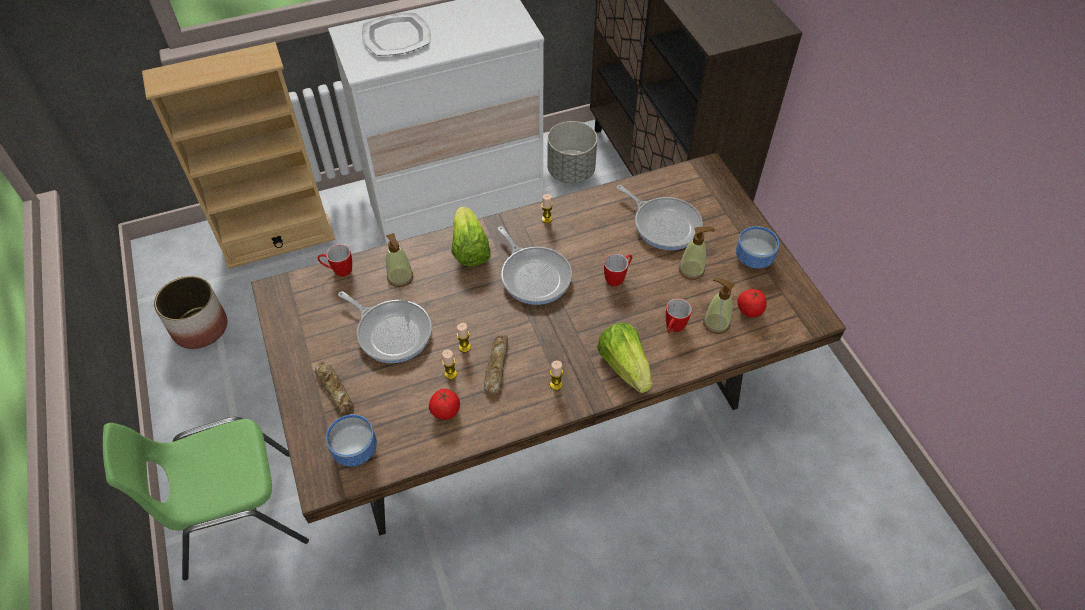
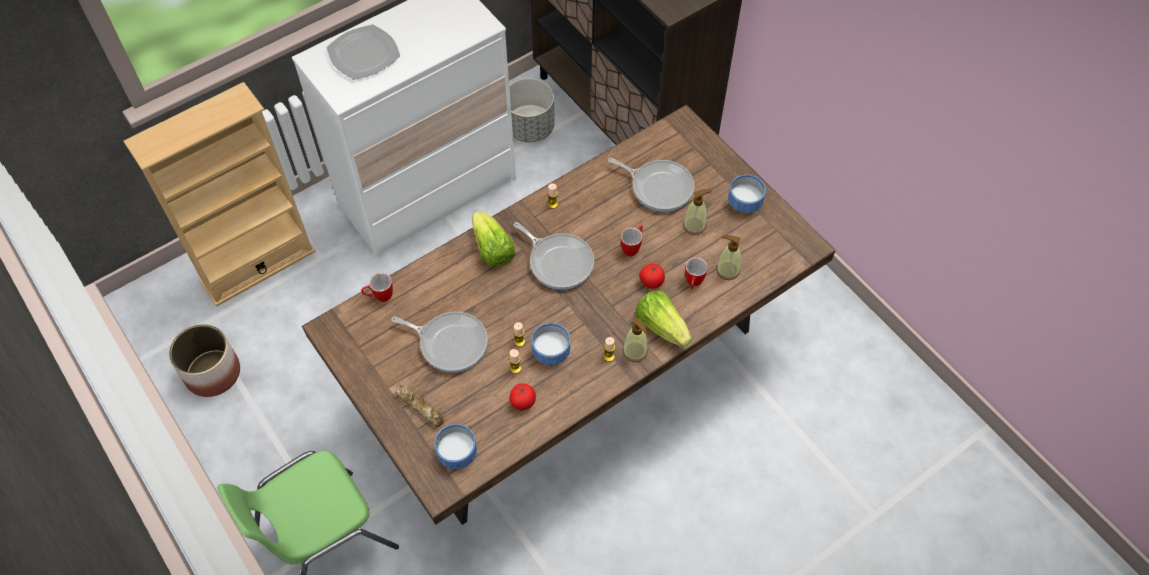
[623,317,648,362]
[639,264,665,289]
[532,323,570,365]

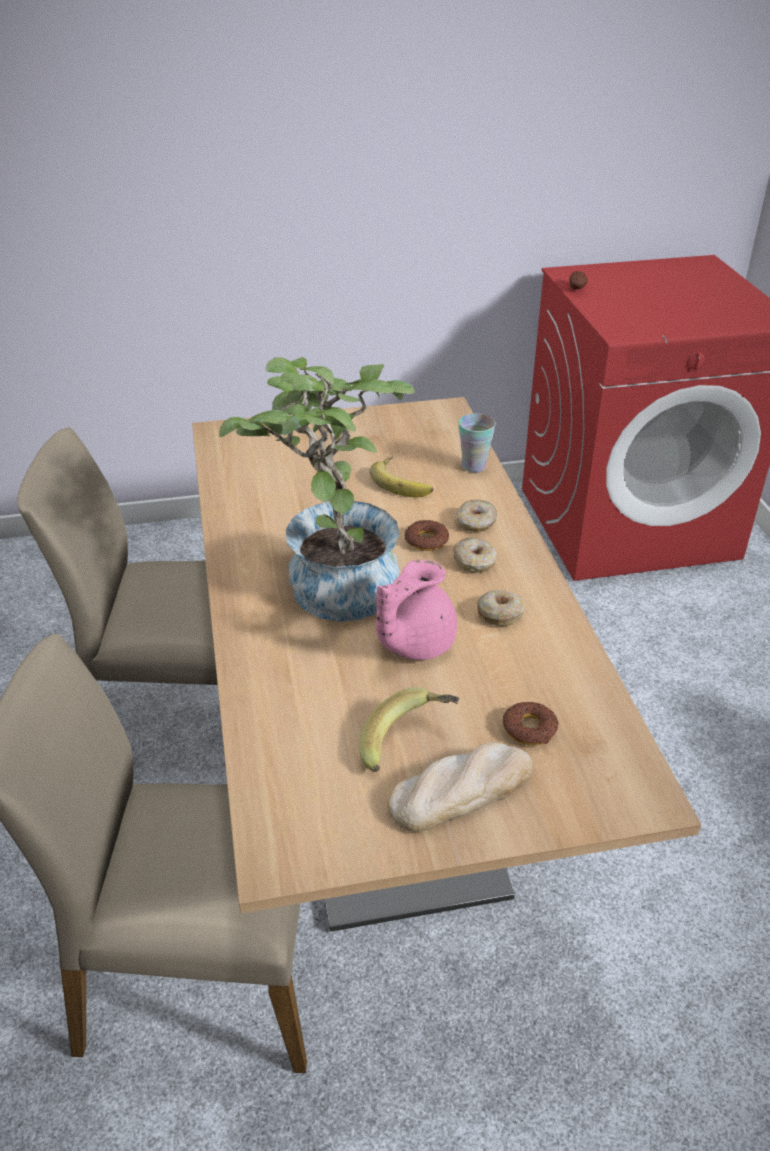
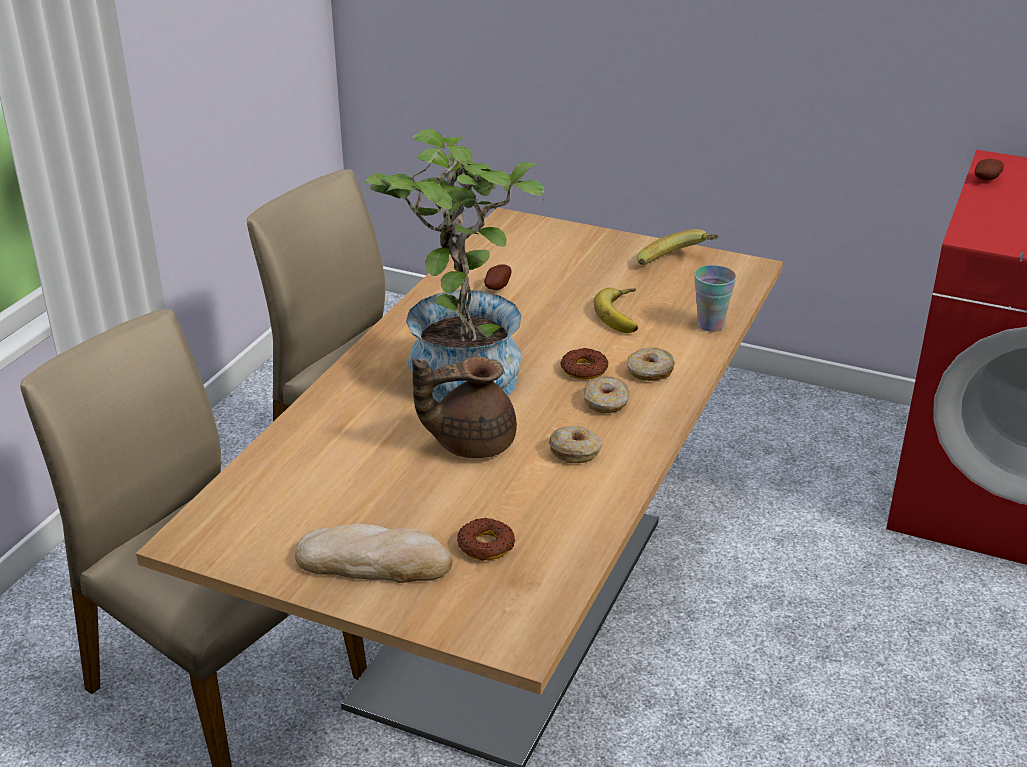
[412,356,517,458]
[637,229,719,265]
[484,264,511,290]

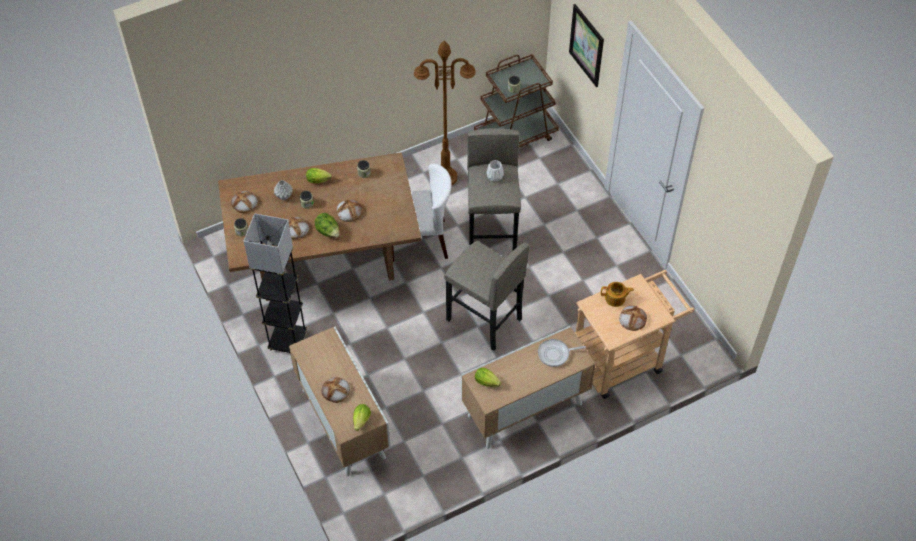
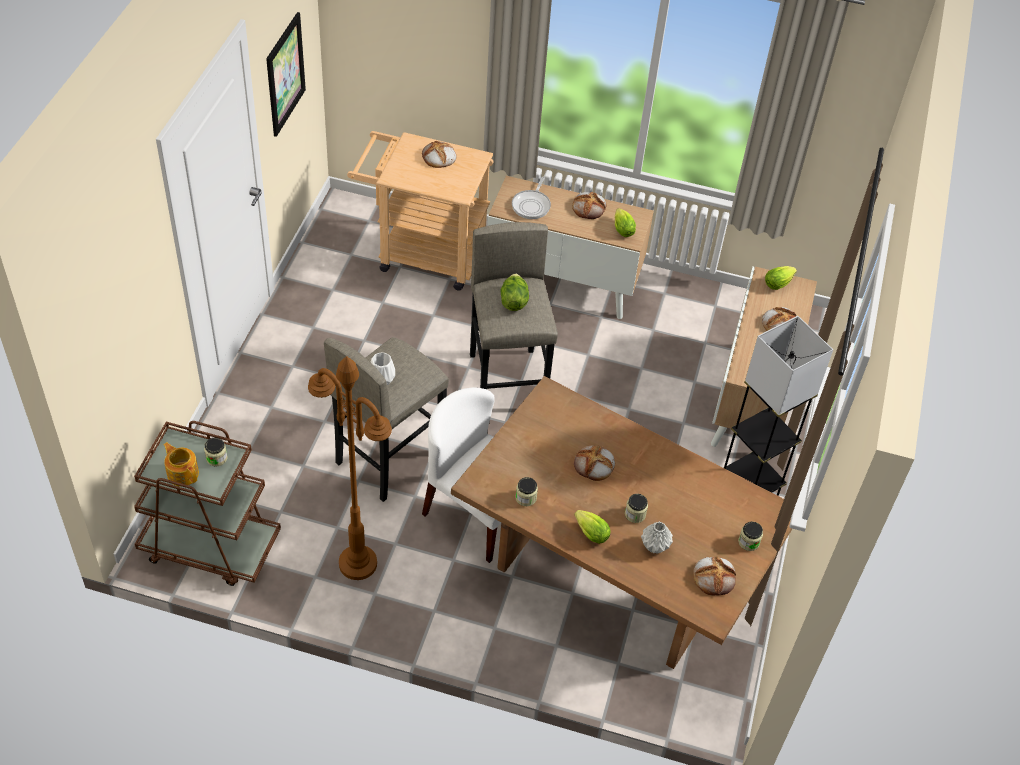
[266,12,306,137]
[500,273,529,311]
[572,192,607,219]
[163,442,199,487]
[512,177,551,219]

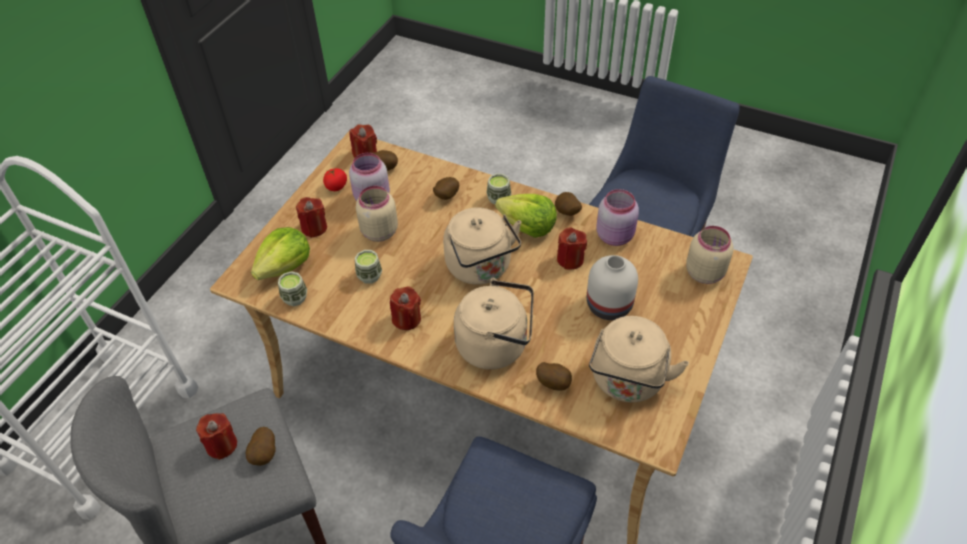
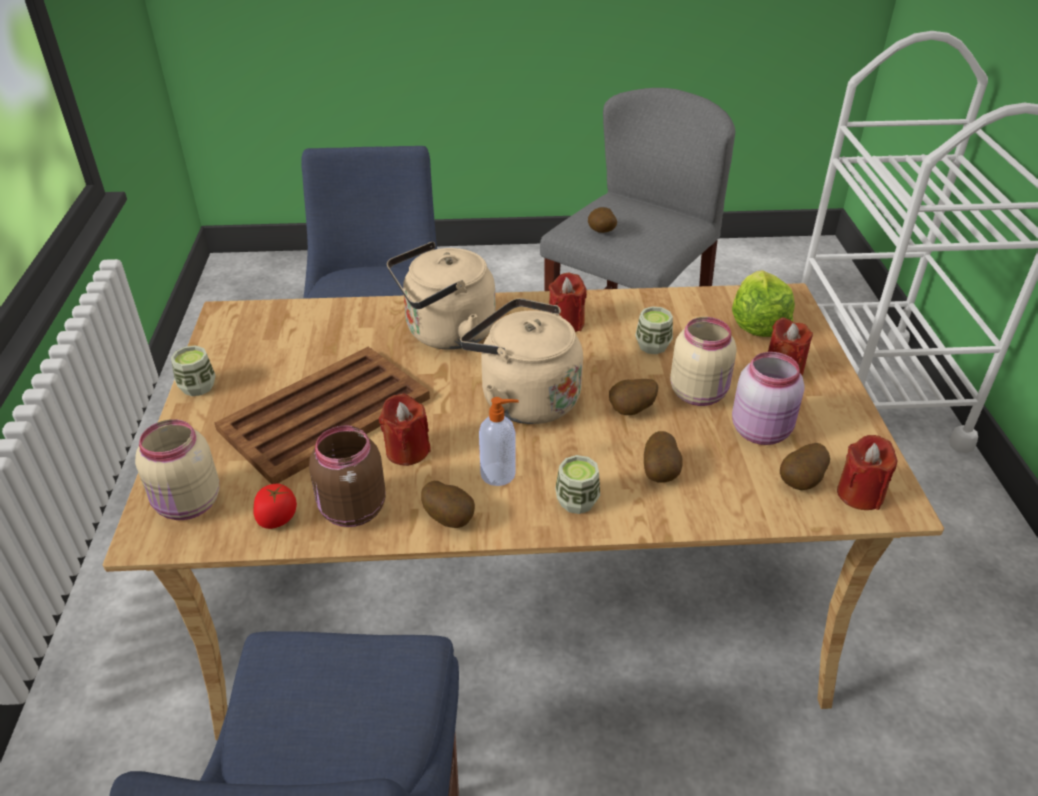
[254,484,297,529]
[309,425,385,527]
[479,397,519,486]
[215,347,430,484]
[171,345,216,396]
[589,316,689,402] (first image)
[609,379,659,415]
[196,414,237,460] (first image)

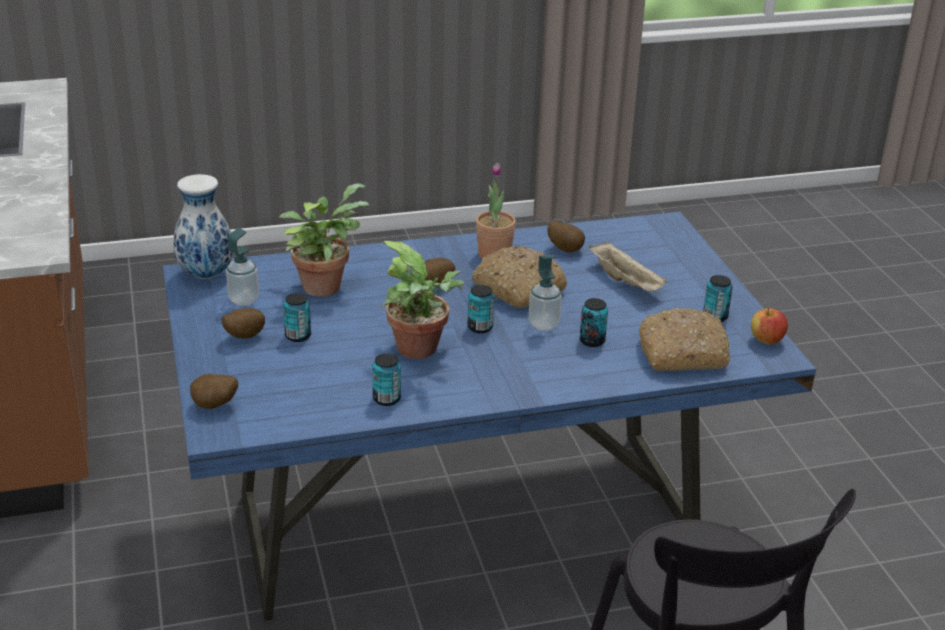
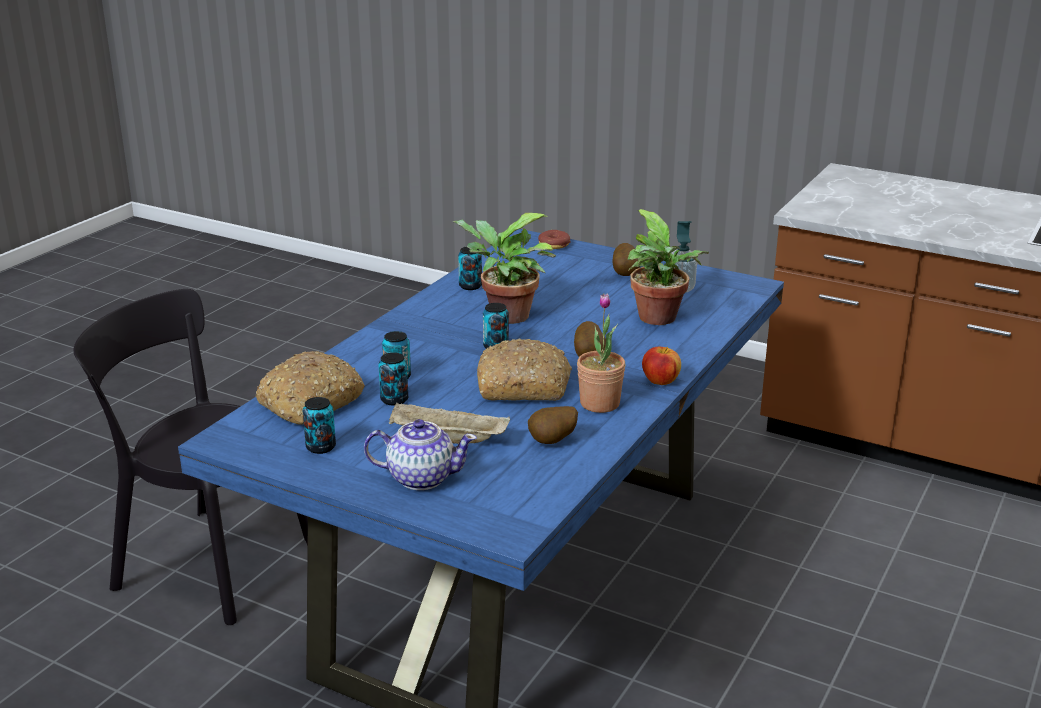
[173,174,233,279] (first image)
[529,255,562,330] (first image)
[378,352,408,406]
[642,347,681,385]
[538,230,571,249]
[364,419,477,490]

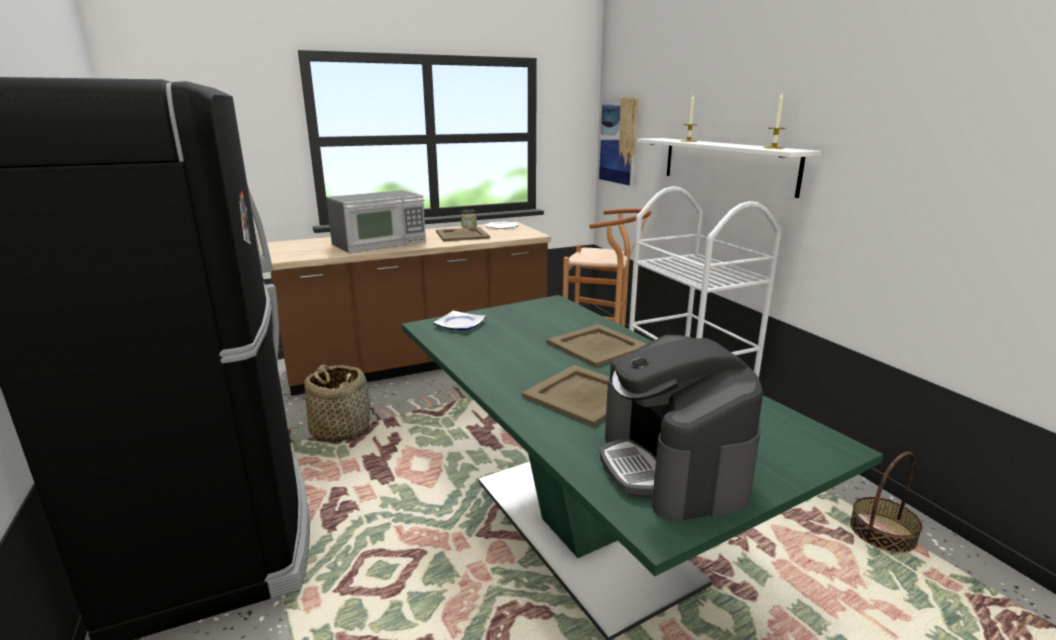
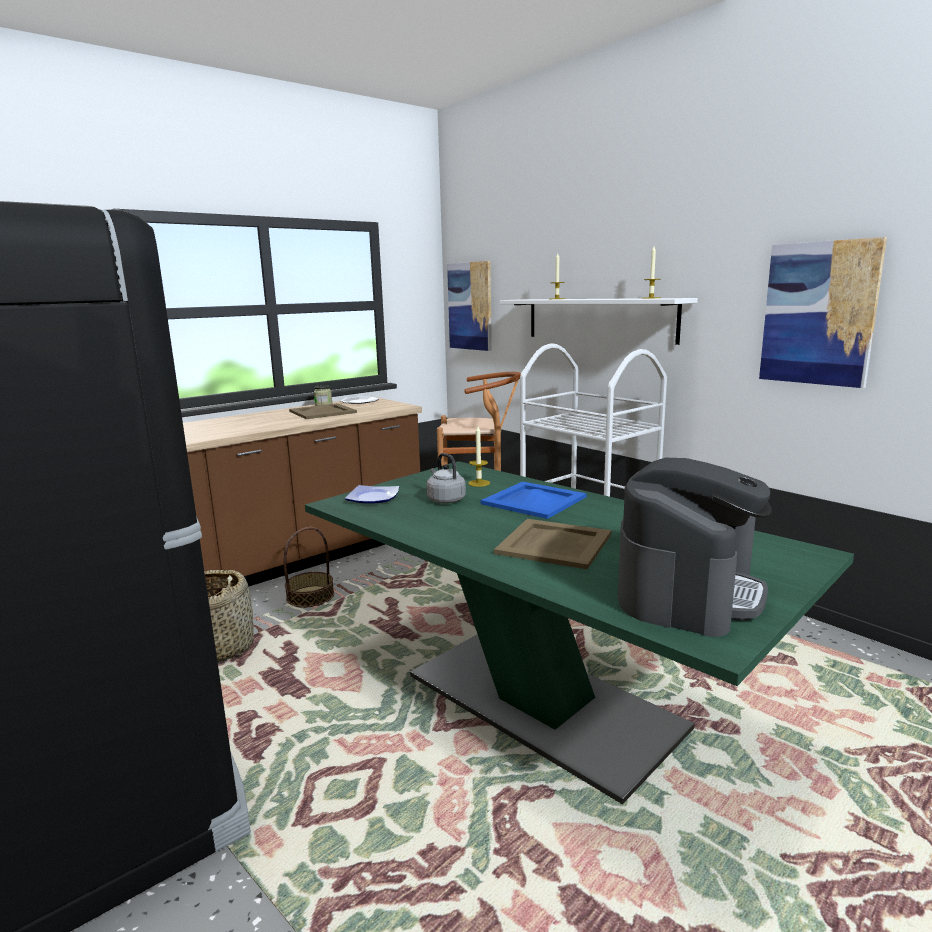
[326,190,426,253] (first image)
[481,481,587,519]
[618,458,772,637]
[284,527,334,608]
[759,237,887,388]
[468,426,490,487]
[427,453,466,504]

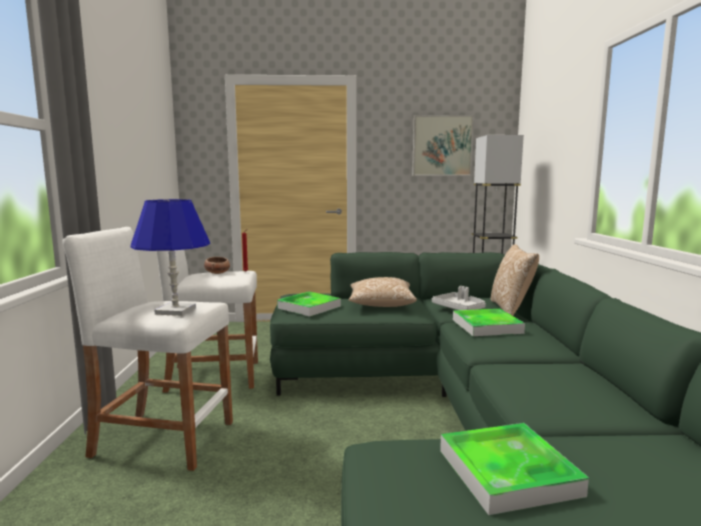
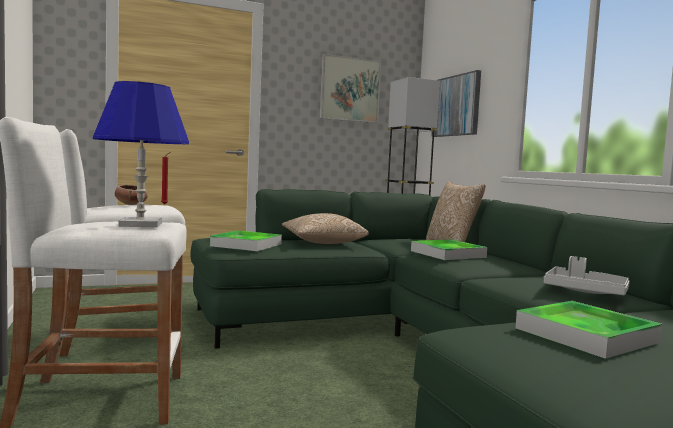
[544,256,630,295]
[431,70,481,137]

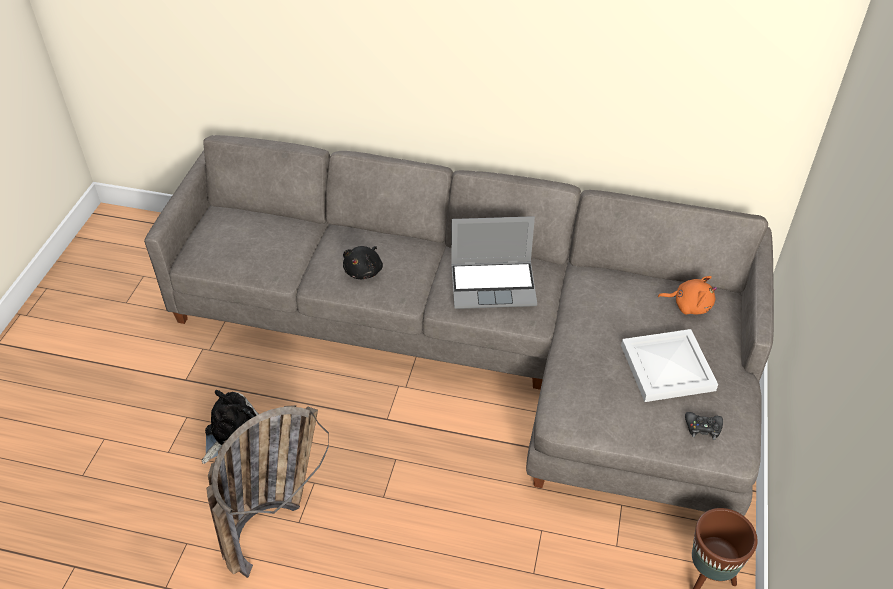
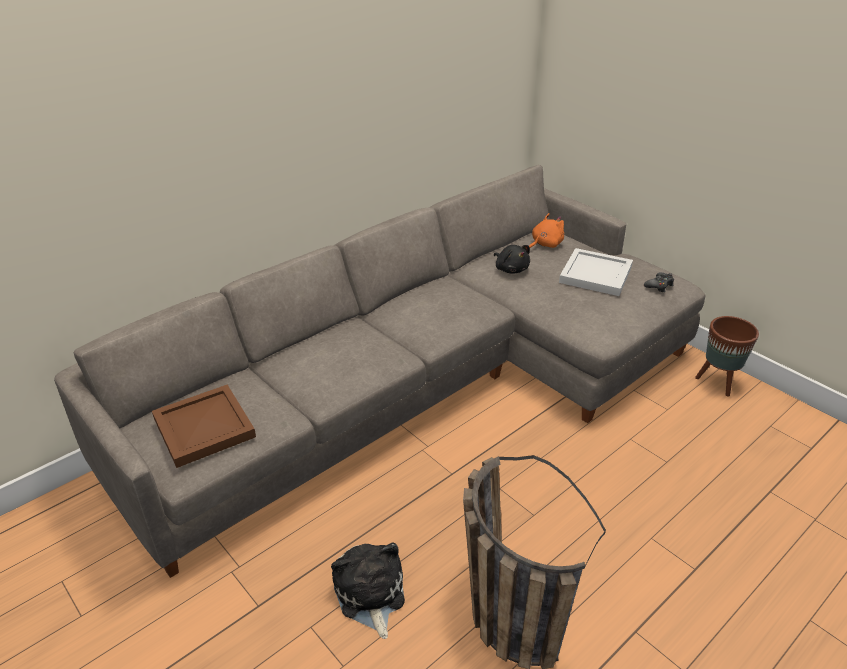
[451,216,537,309] (first image)
[494,245,530,274]
[152,385,256,468]

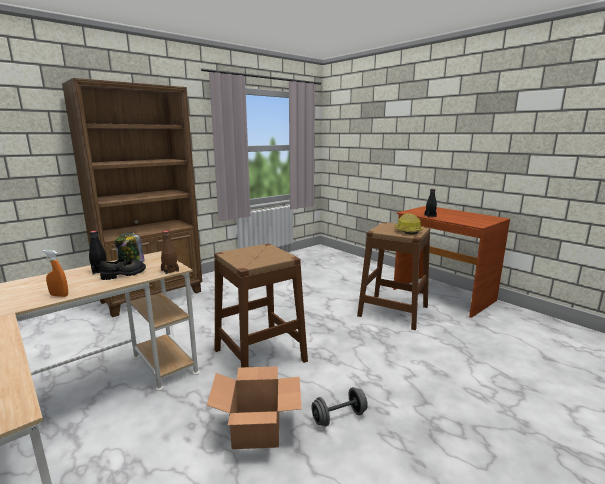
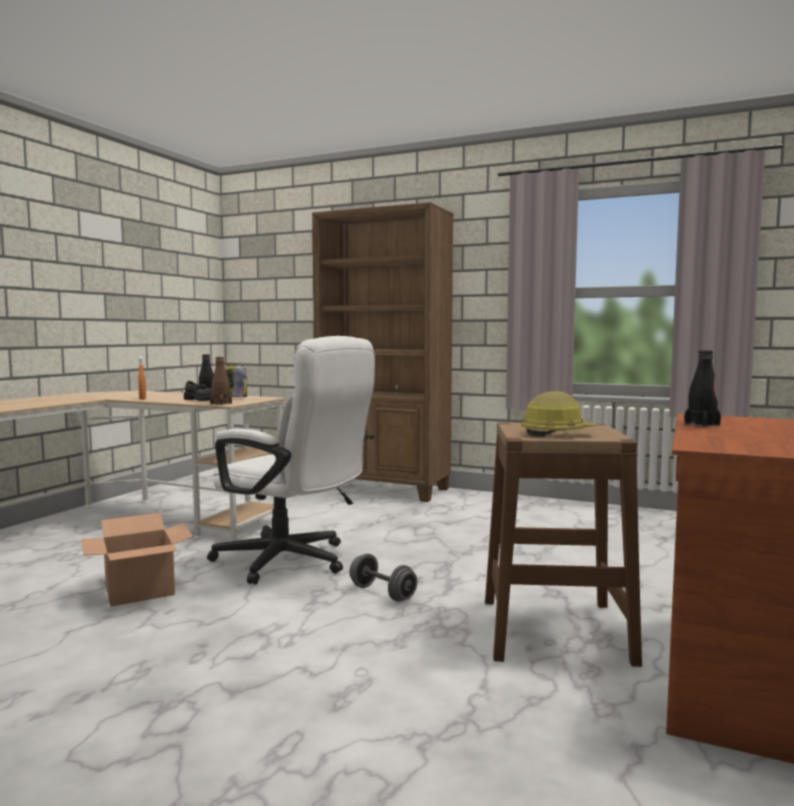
[207,336,375,584]
[349,553,417,602]

